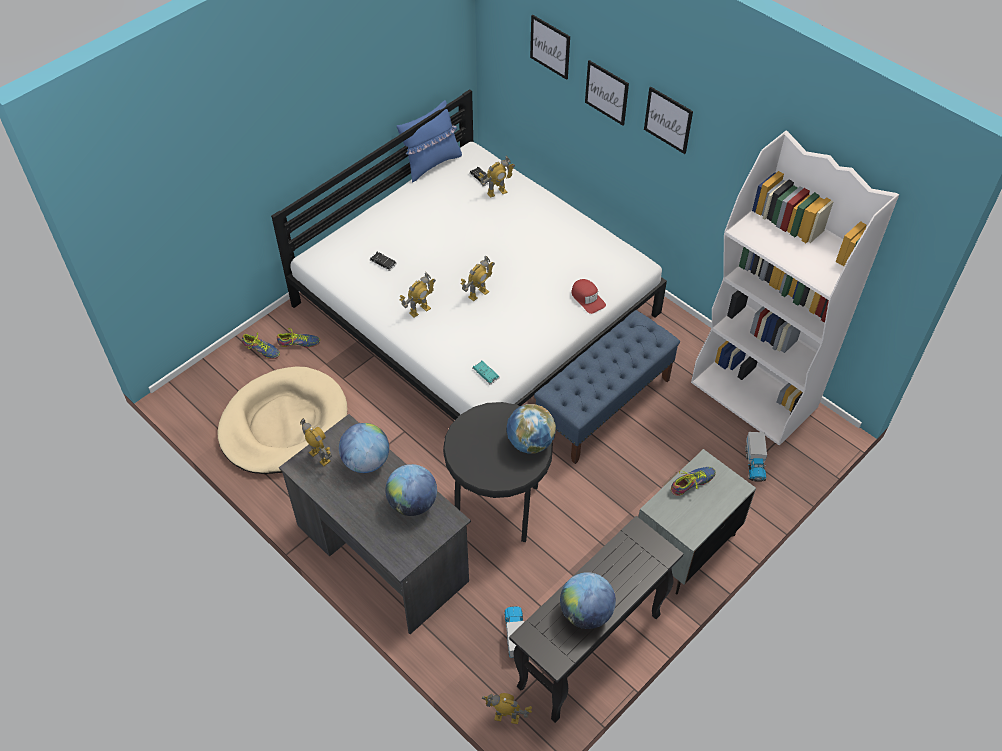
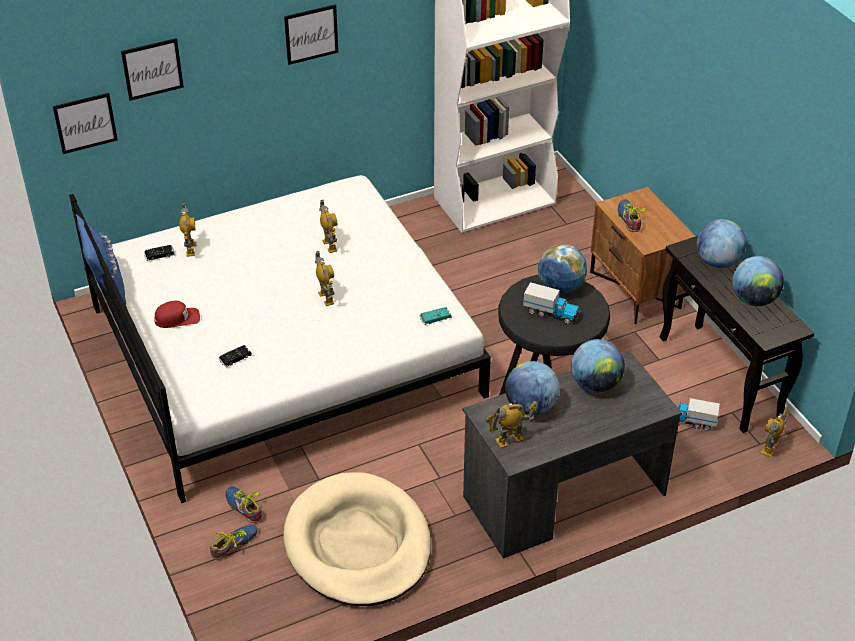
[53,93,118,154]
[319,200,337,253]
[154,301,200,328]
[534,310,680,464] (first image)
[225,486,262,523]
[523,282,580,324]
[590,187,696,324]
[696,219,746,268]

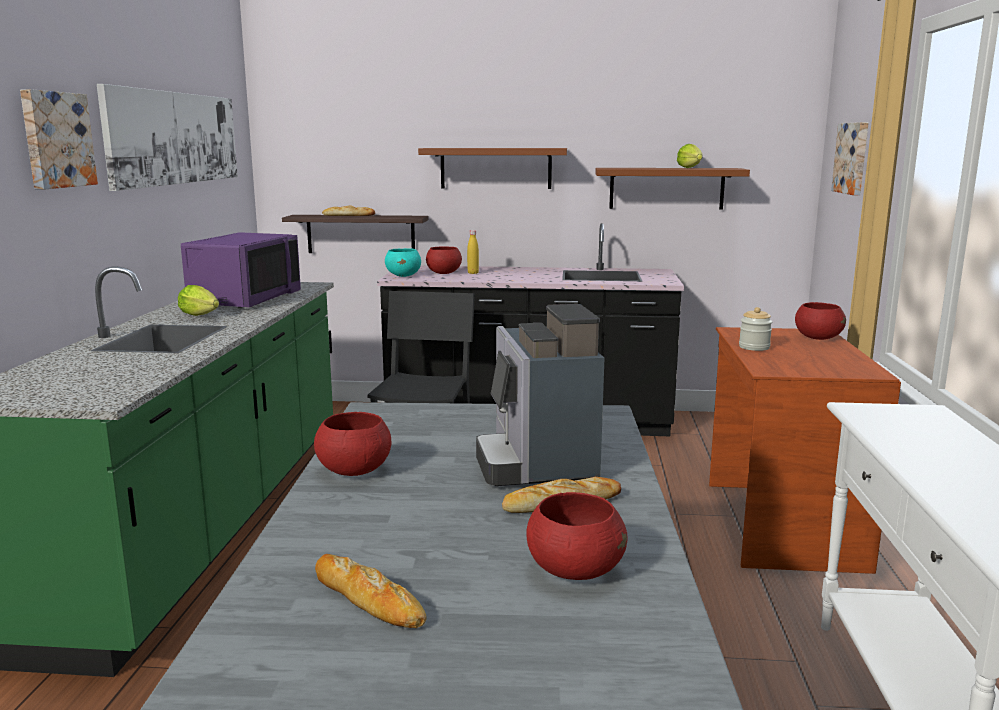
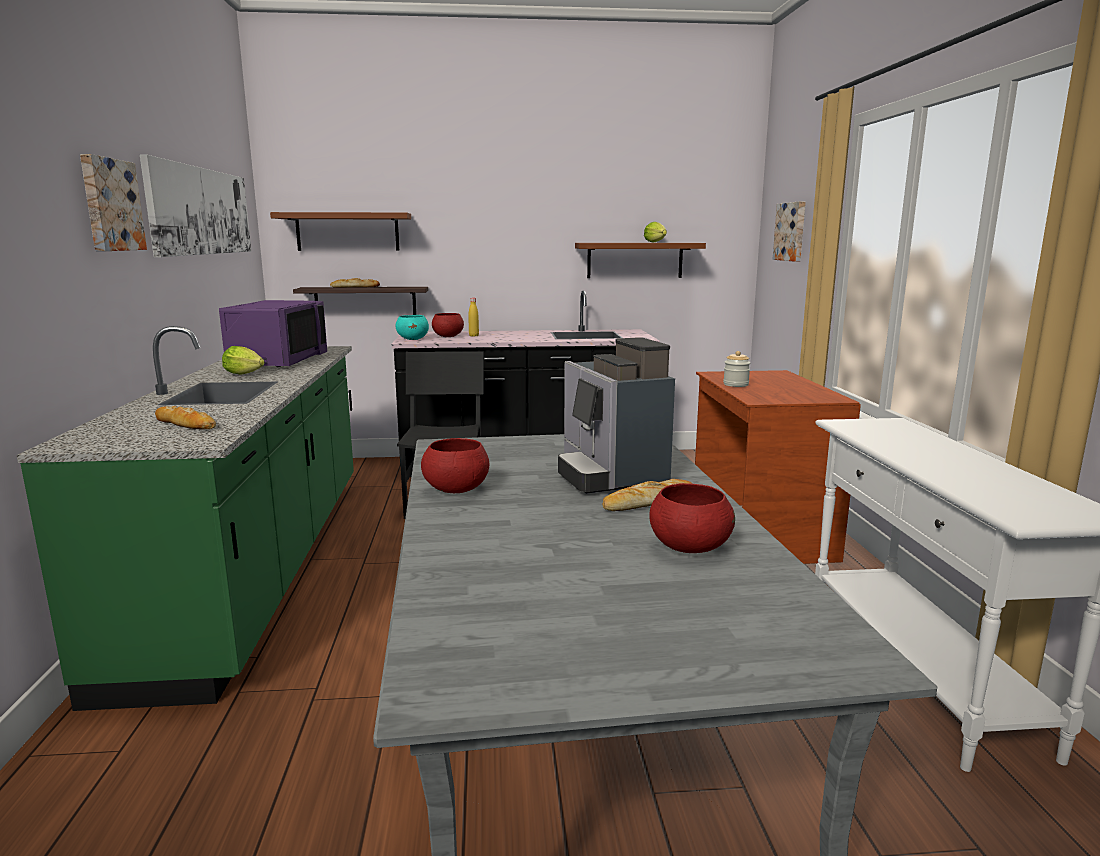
[270,212,411,251]
[795,302,846,340] (first image)
[155,406,216,429]

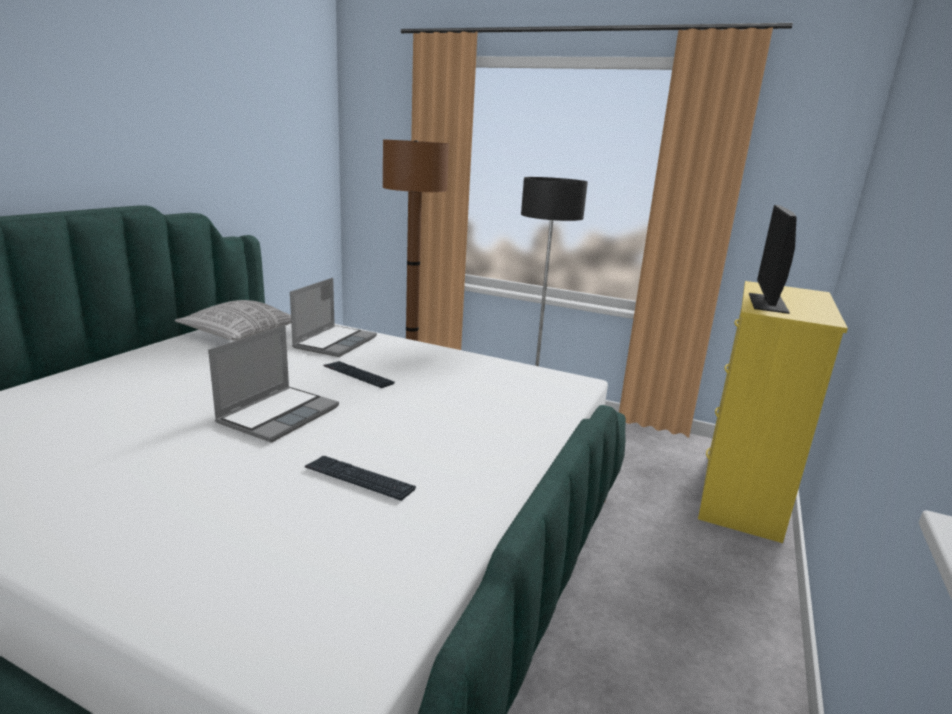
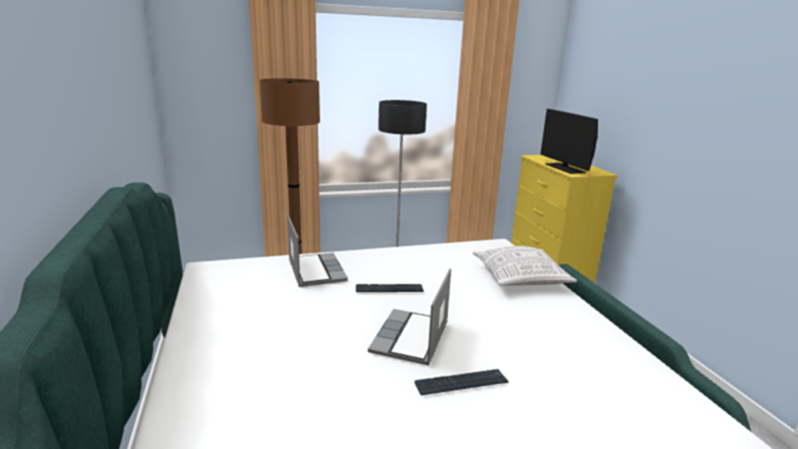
[473,246,577,286]
[368,268,451,365]
[414,369,508,395]

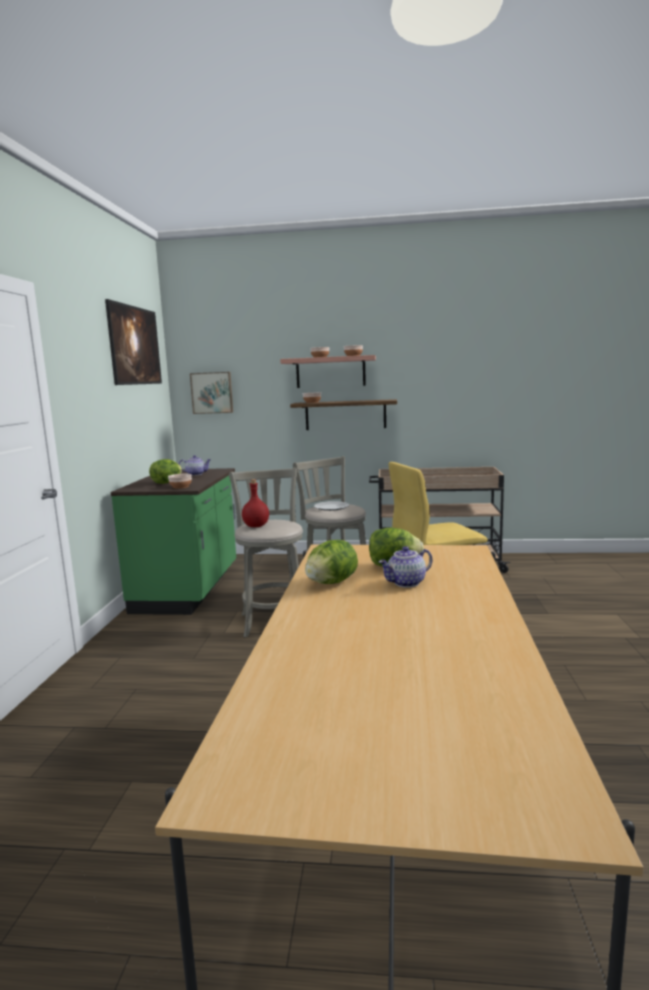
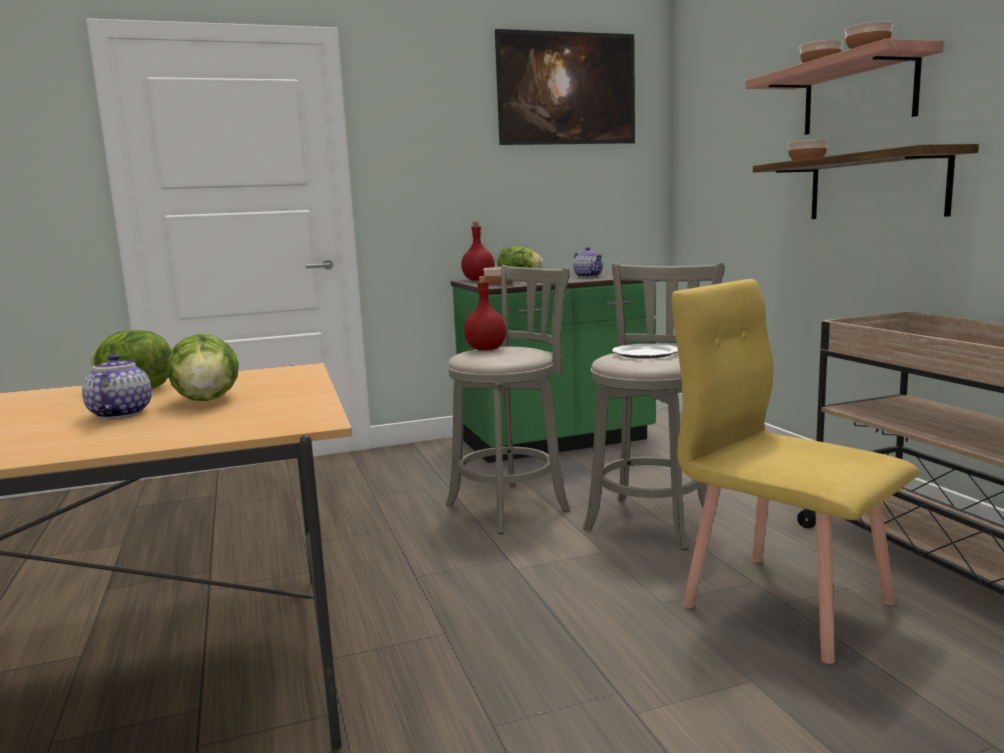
[190,372,233,414] (first image)
[82,354,152,419]
[461,222,495,280]

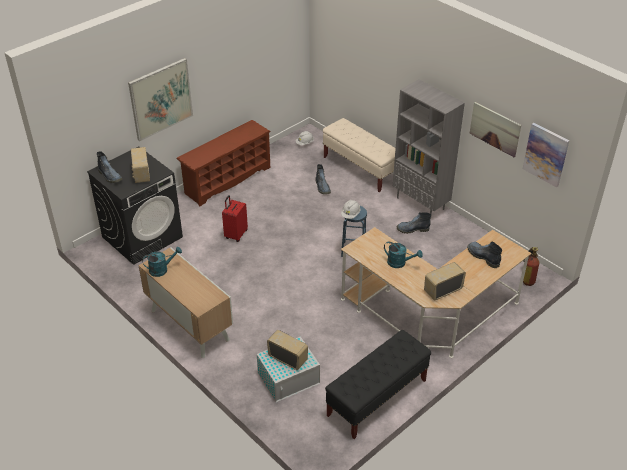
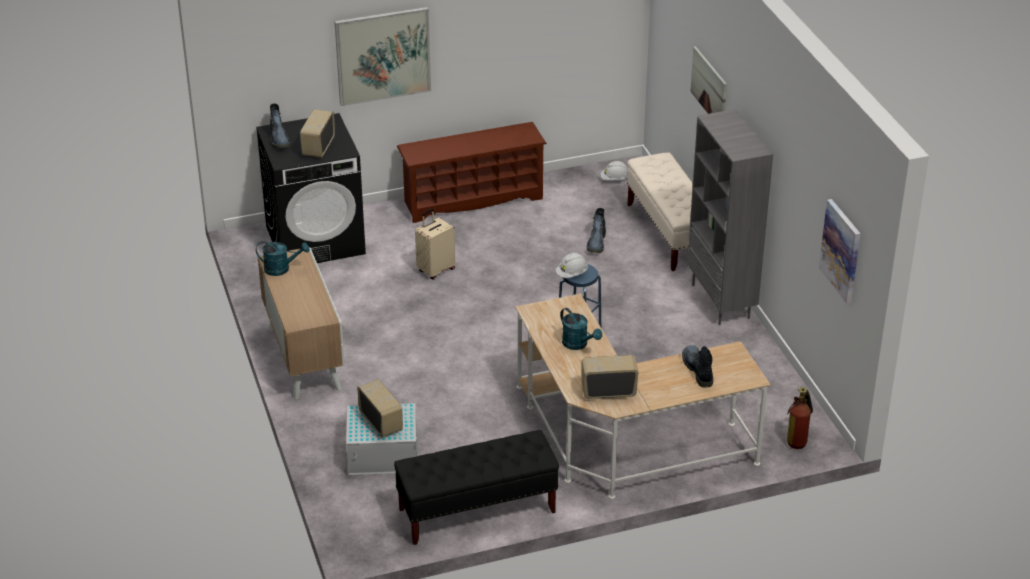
[690,46,727,114]
[415,209,455,280]
[397,212,431,234] (first image)

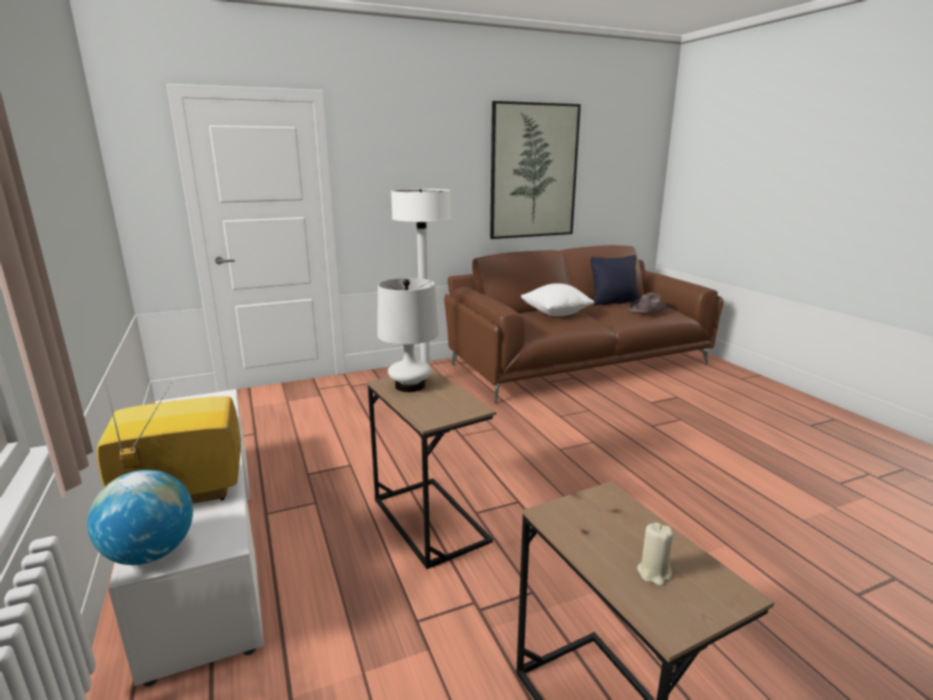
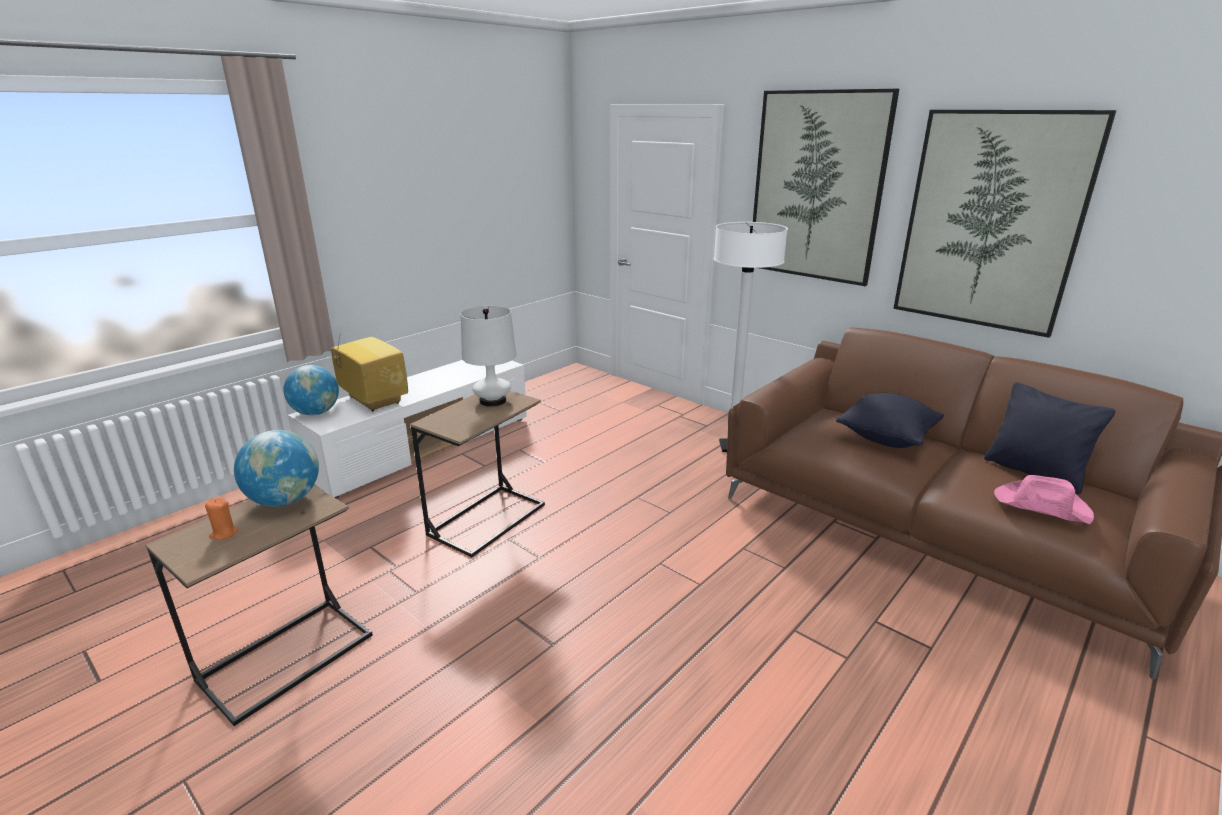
[836,393,944,448]
[994,475,1094,524]
[205,497,239,540]
[753,89,899,286]
[234,430,319,507]

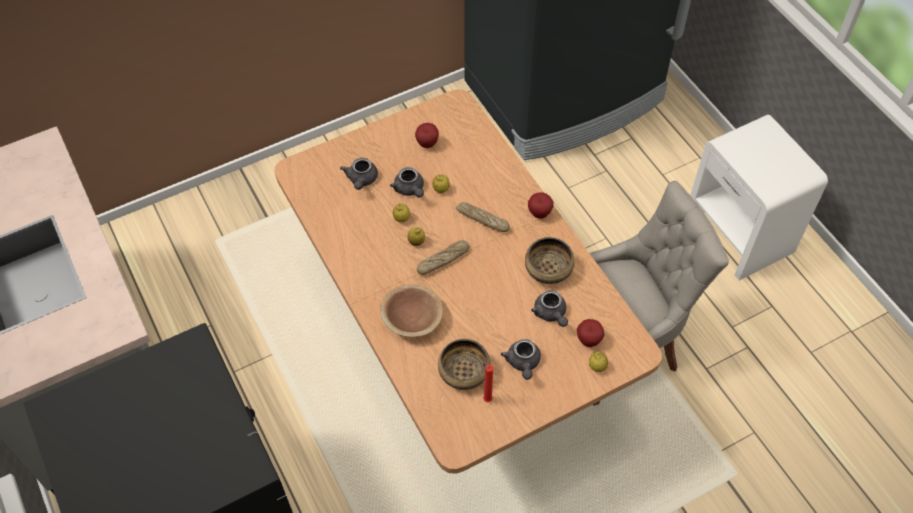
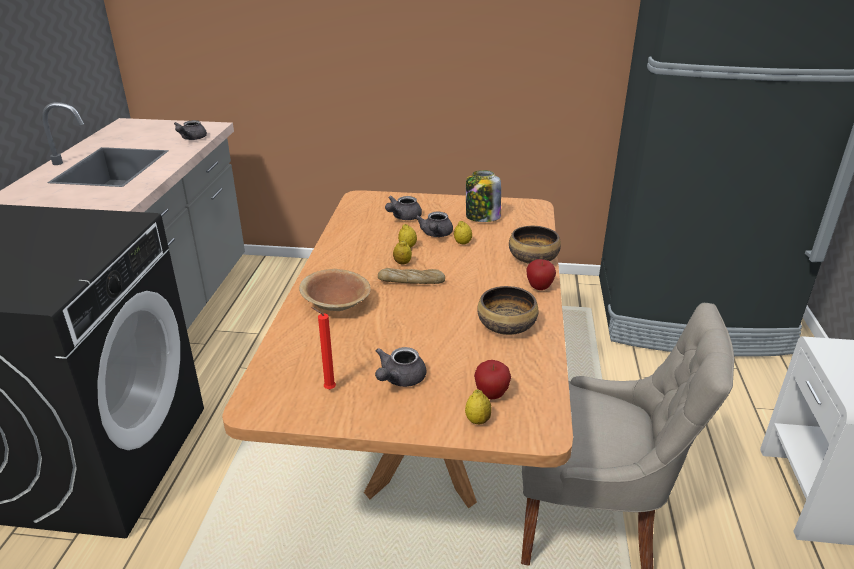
[466,170,501,222]
[456,202,510,232] (first image)
[174,120,207,140]
[509,226,561,264]

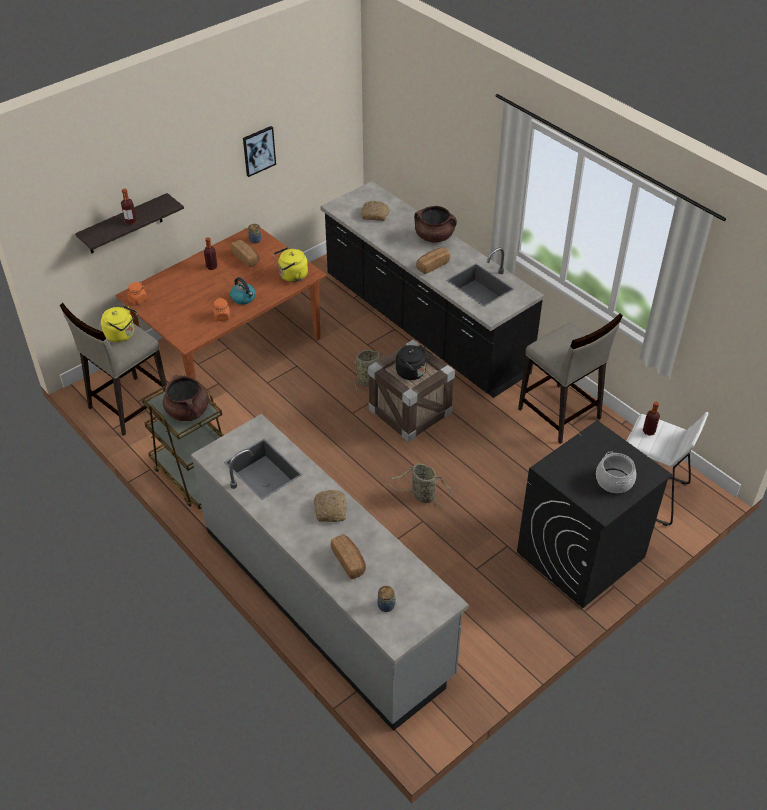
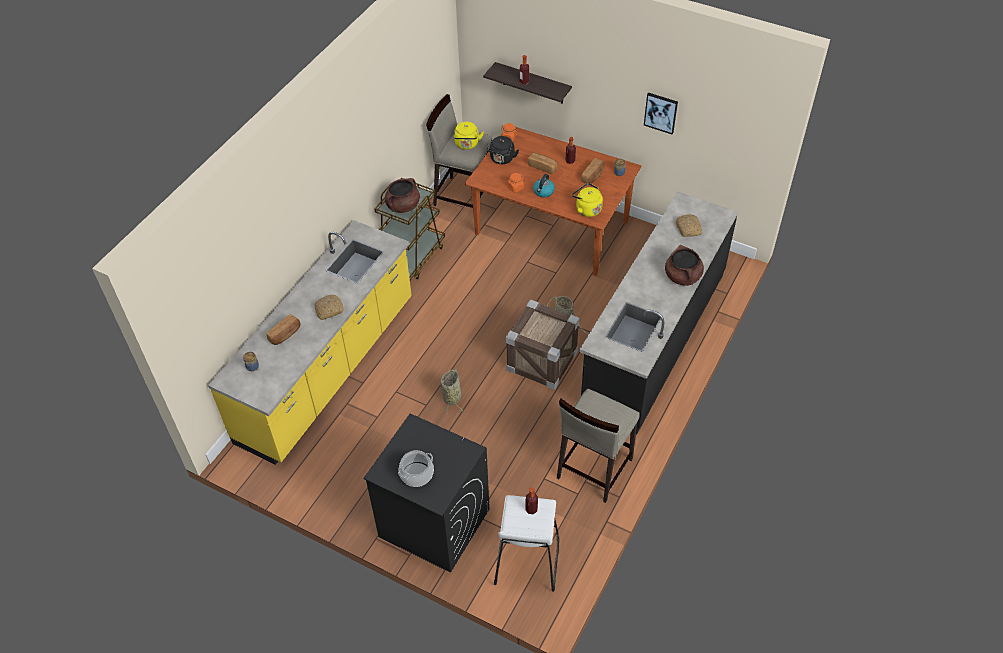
[528,153,558,174]
[487,136,519,164]
[208,220,412,465]

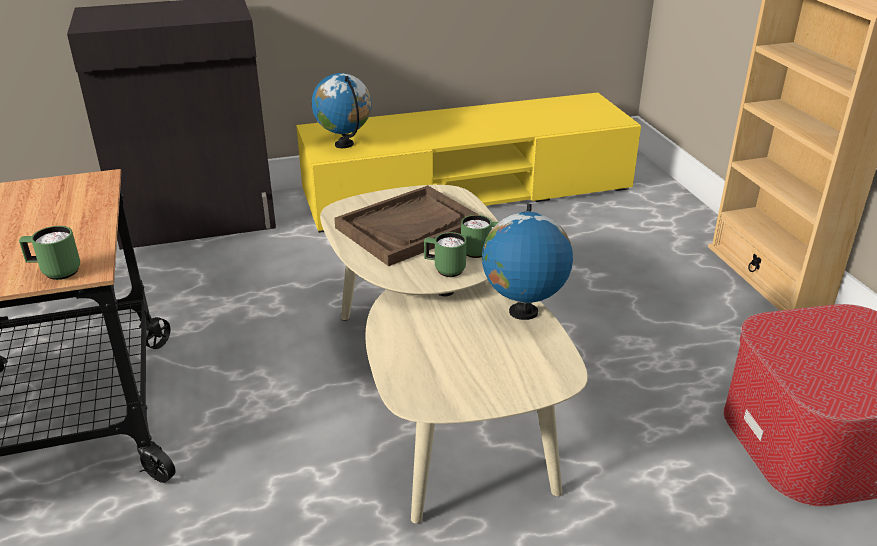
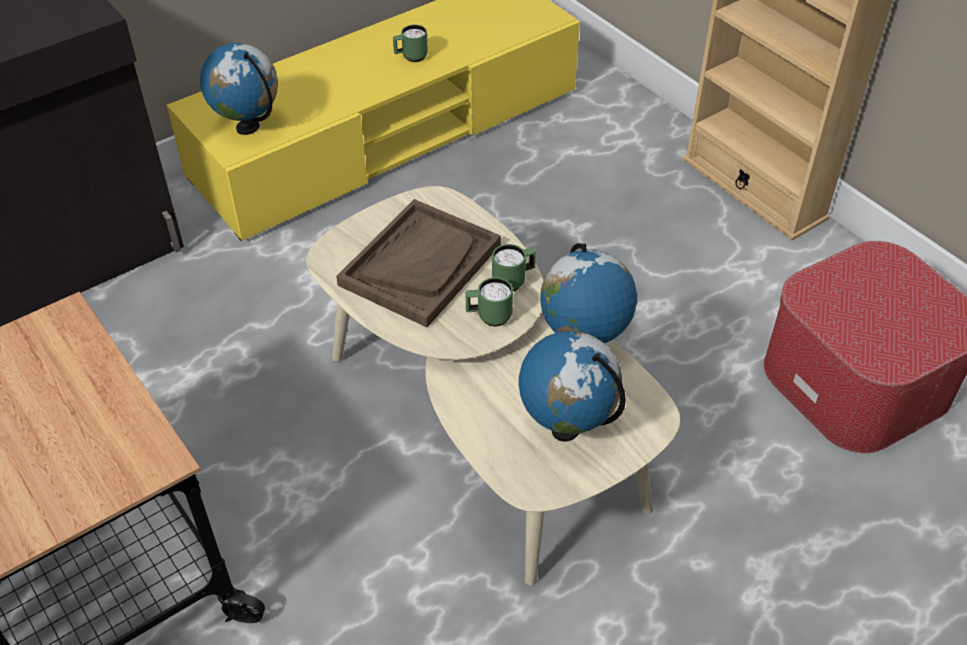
[393,25,428,62]
[519,331,626,442]

